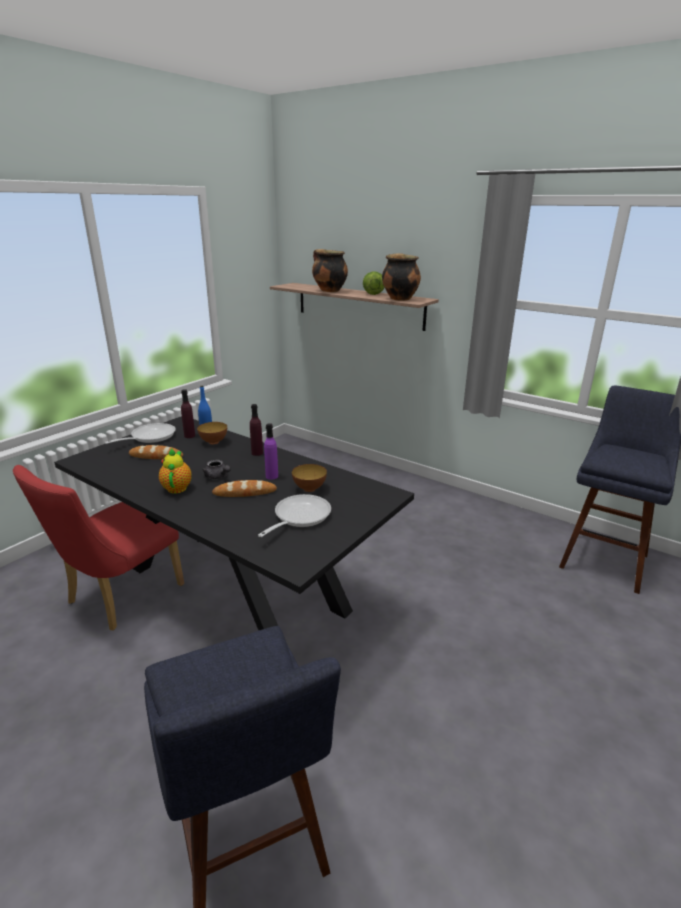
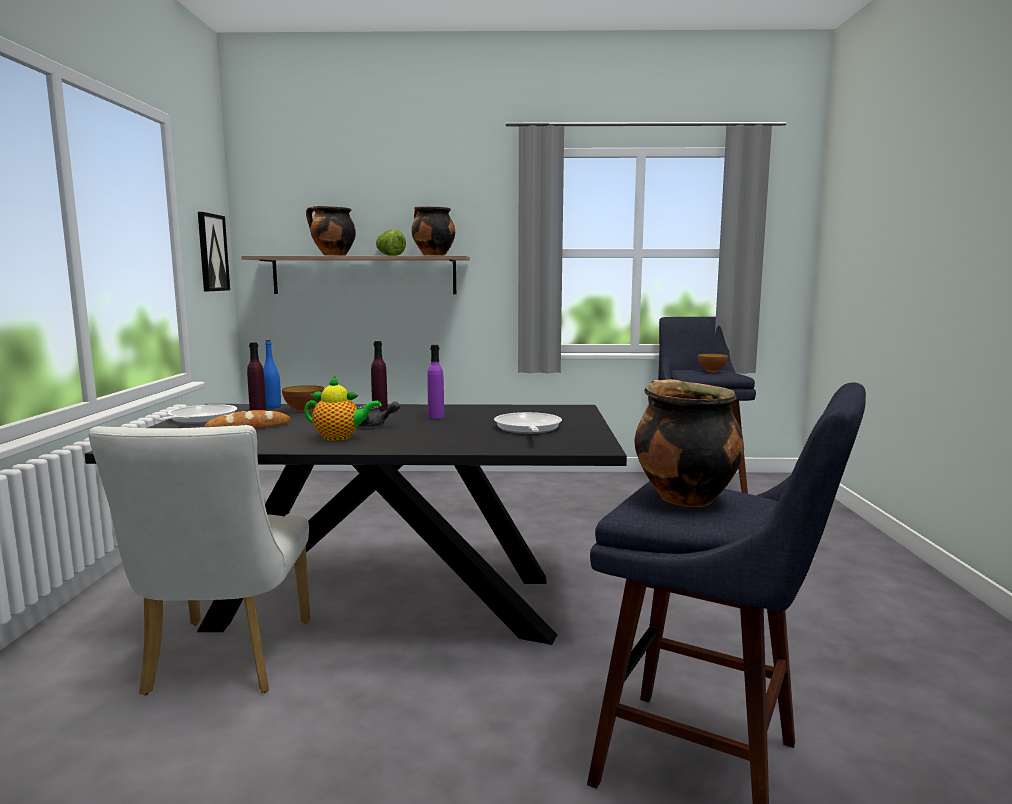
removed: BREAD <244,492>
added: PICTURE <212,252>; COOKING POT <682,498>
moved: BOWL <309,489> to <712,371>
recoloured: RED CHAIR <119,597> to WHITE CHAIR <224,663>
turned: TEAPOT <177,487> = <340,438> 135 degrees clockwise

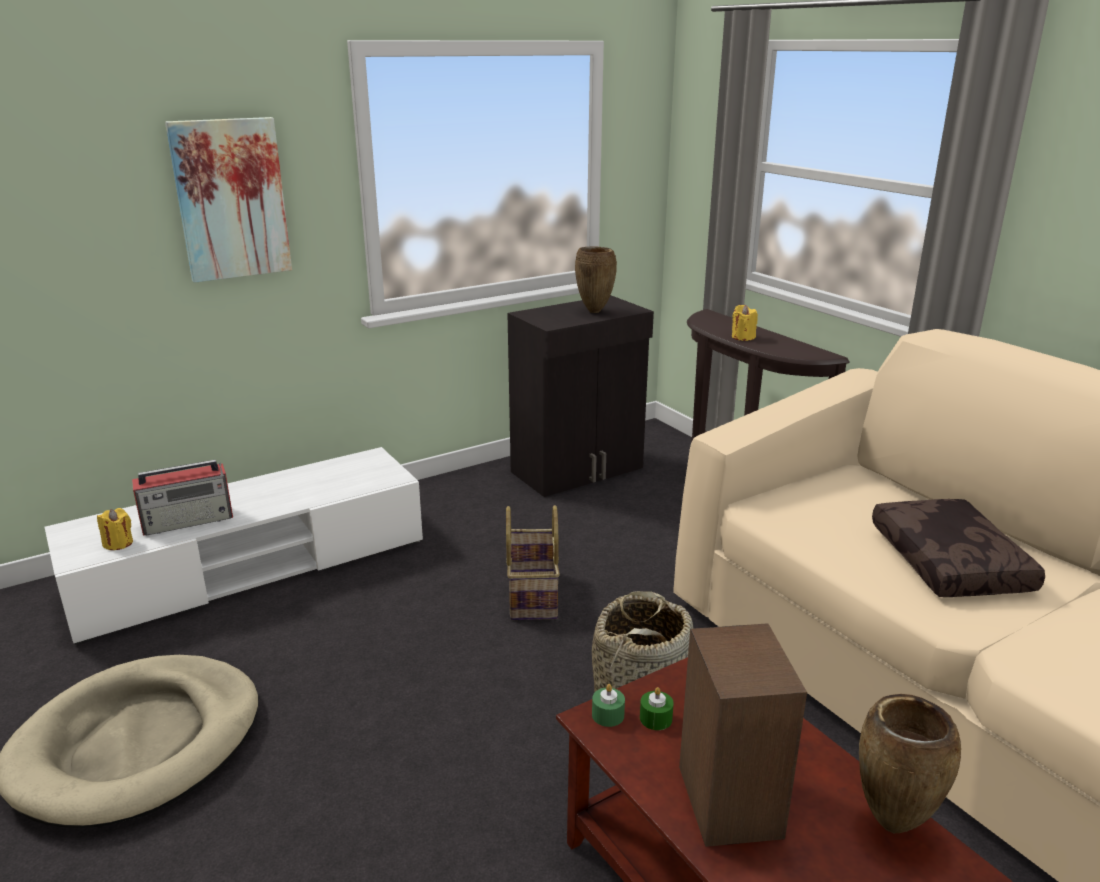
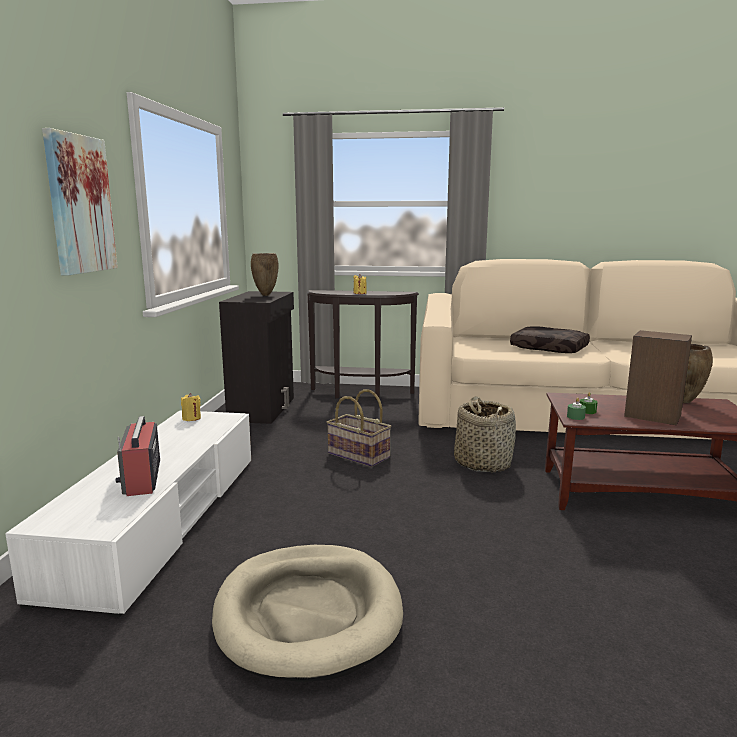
moved: YELLOW CANDLE <118,543> to <191,418>
turned: RADIO <189,520> = <142,478> 150 degrees clockwise

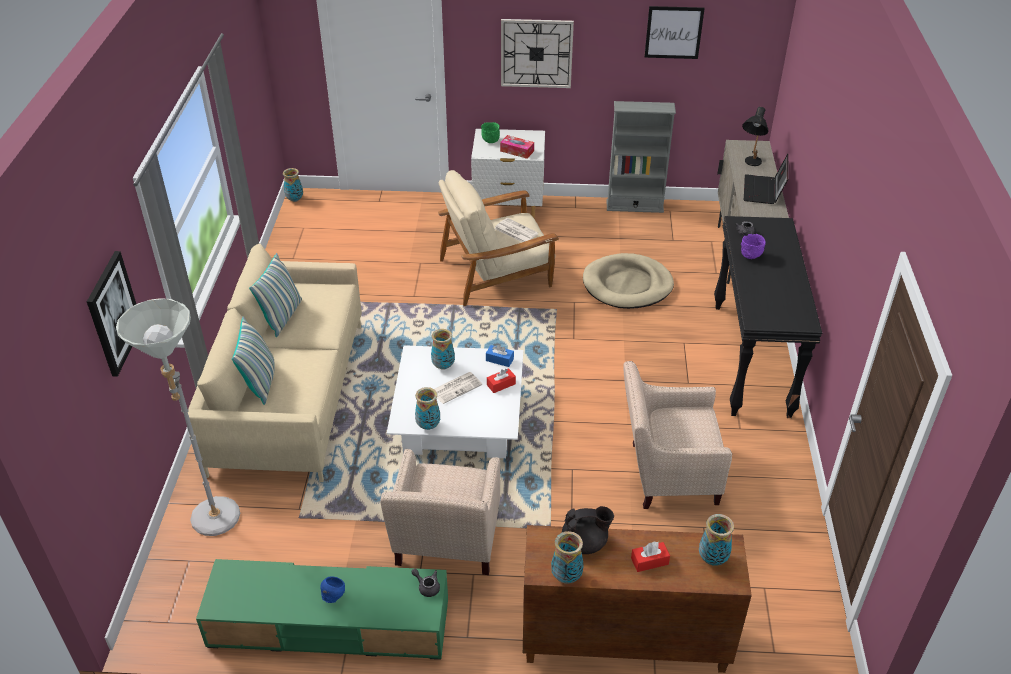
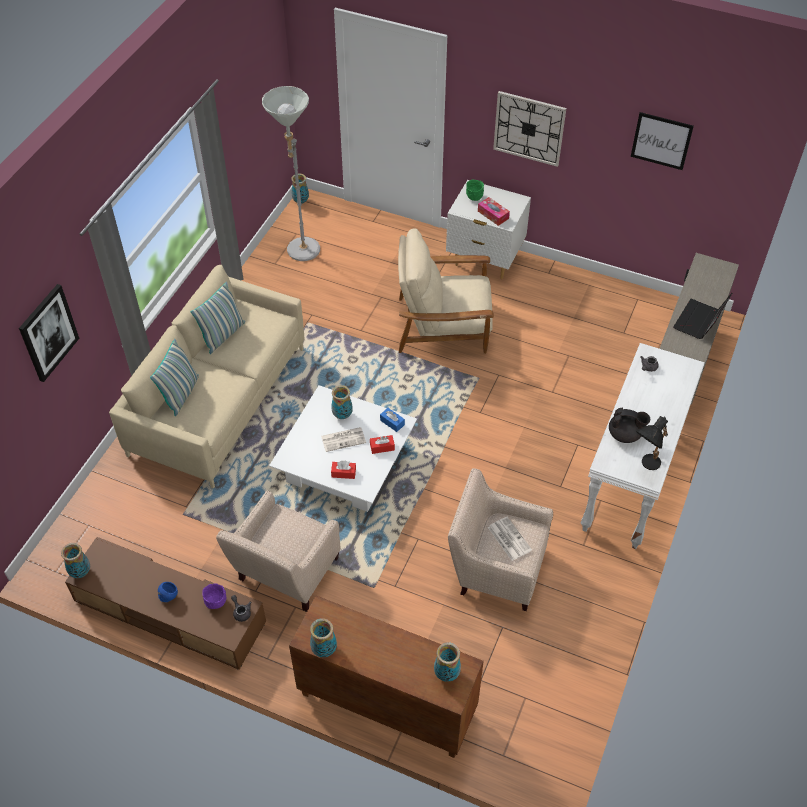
removed: BEIGE DOG BED <627,285>; GREY BOOKCASE <634,206>
moved: GREY FLOOR LAMP <214,525> to <301,255>; VASE <428,425> to <81,572>; NEWSPAPER <515,231> to <508,538>; BLACK TEAPOT <585,542> to <625,434>; RED TISSUE BOX <649,561> to <343,473>; PURPLE BOWL <751,256> to <216,603>; BLACK TABLE LAMP <750,164> to <645,466>
recoloured: GREEN TV STAND <329,623> to BROWN TV STAND <170,612>; BLACK CONSOLE TABLE <752,360> to WHITE CONSOLE TABLE <631,480>

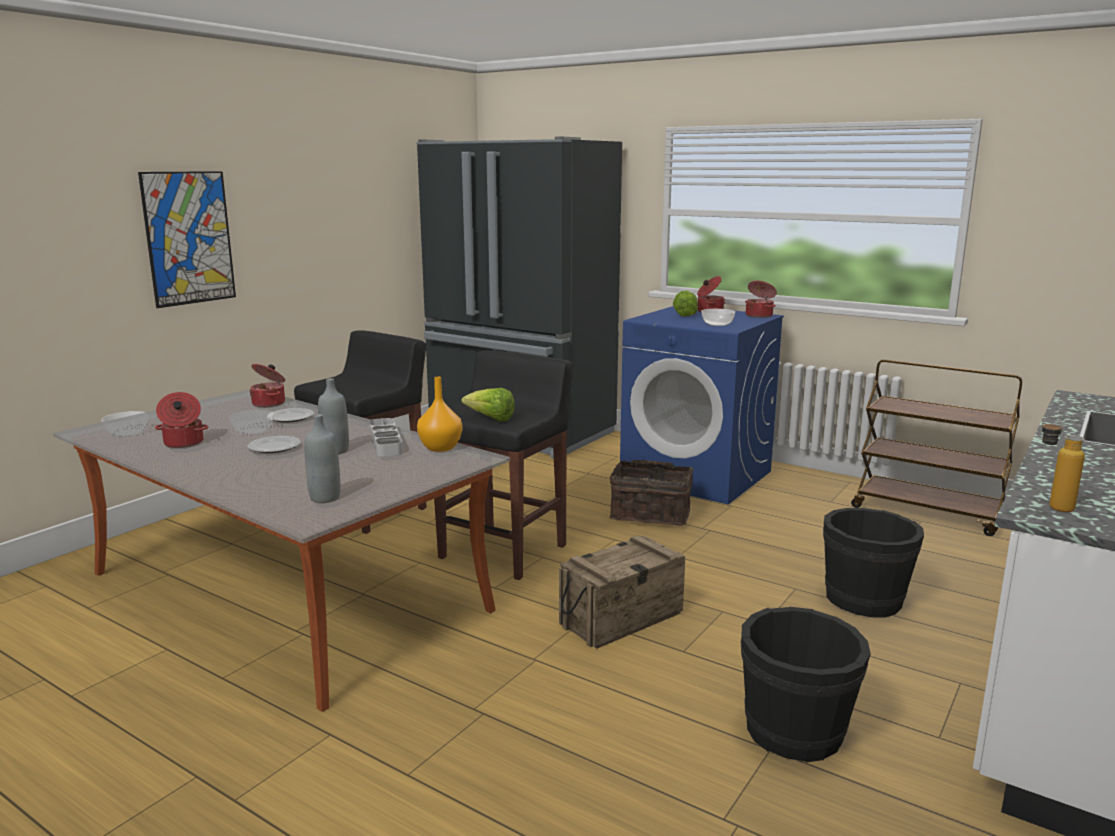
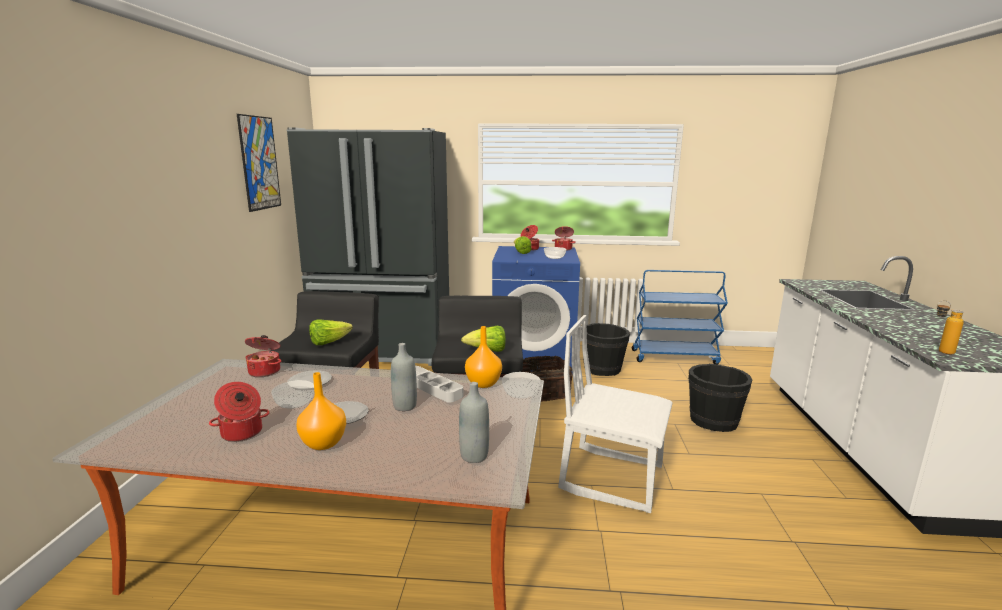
added: ORANGE VASE <323,443>; LETTUCE <329,342>
moved: BOWL <128,433> to <521,393>; PICTURE <189,238> to <259,163>; BLACK BUCKET <795,732> to <603,369>
replaced: CRATE <621,618> to WHITE CHAIR <612,477>
recoloured: BROWN CART <928,512> to BLUE CART <675,357>

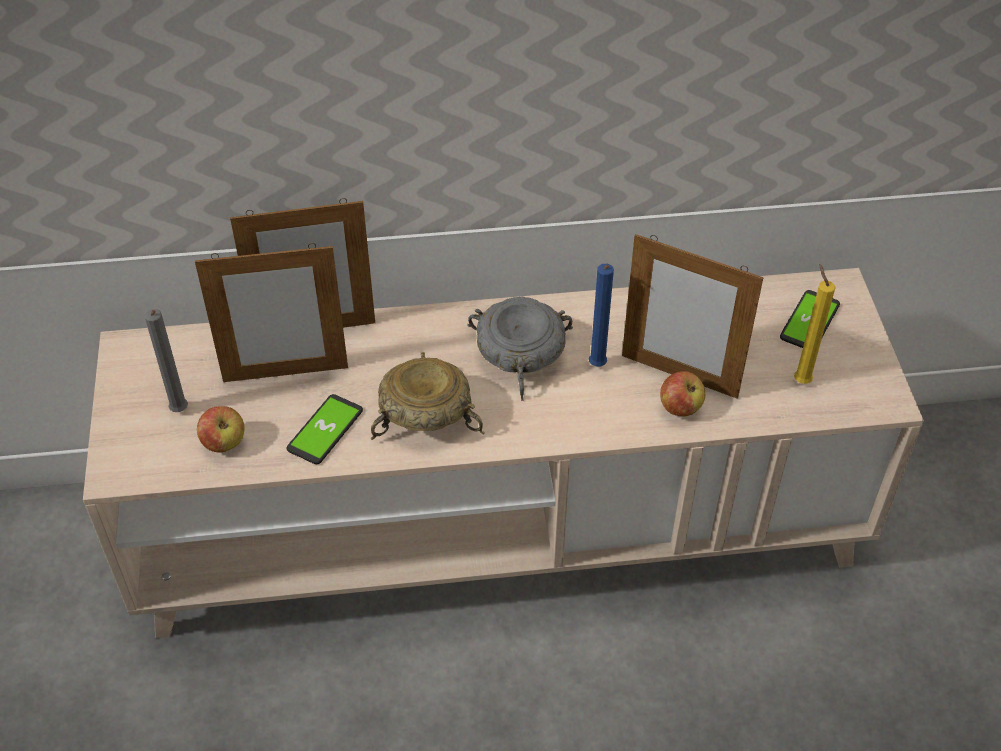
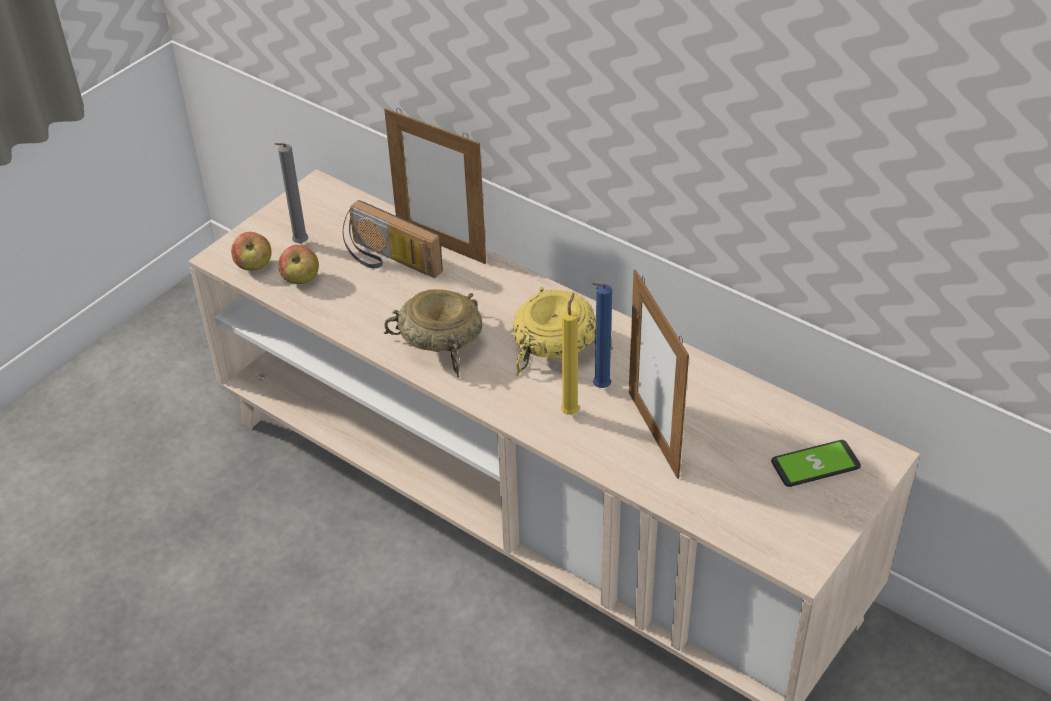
removed: PHONE <325,430>
moved: APPLE <680,407> to <254,266>; YELLOW CANDLE <800,379> to <571,411>
replaced: PICTURE FRAME <285,374> to RADIO <388,261>
recoloured: GREY BOWL <519,353> to YELLOW BOWL <556,344>

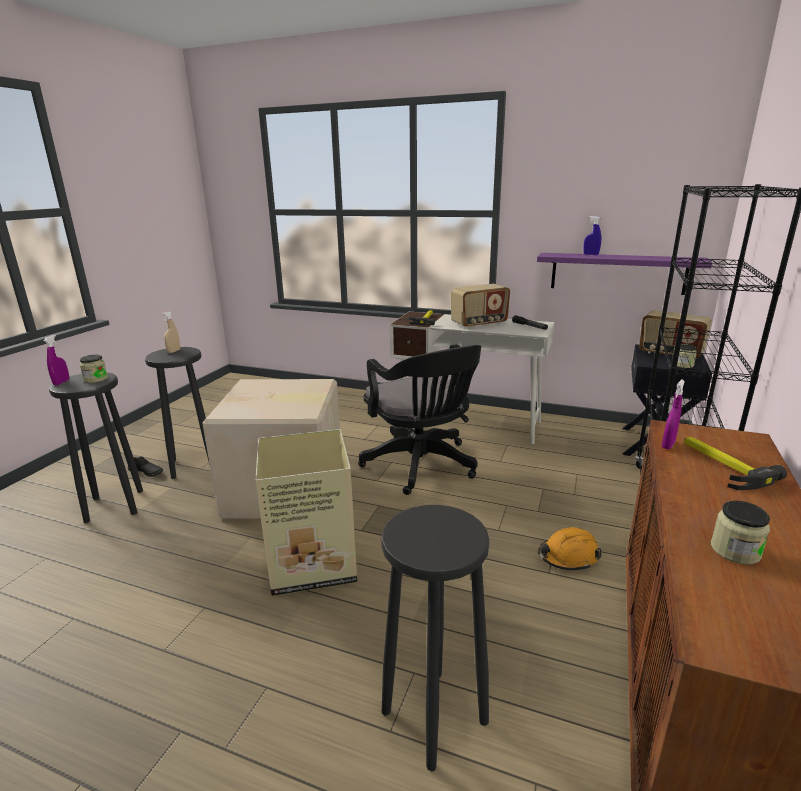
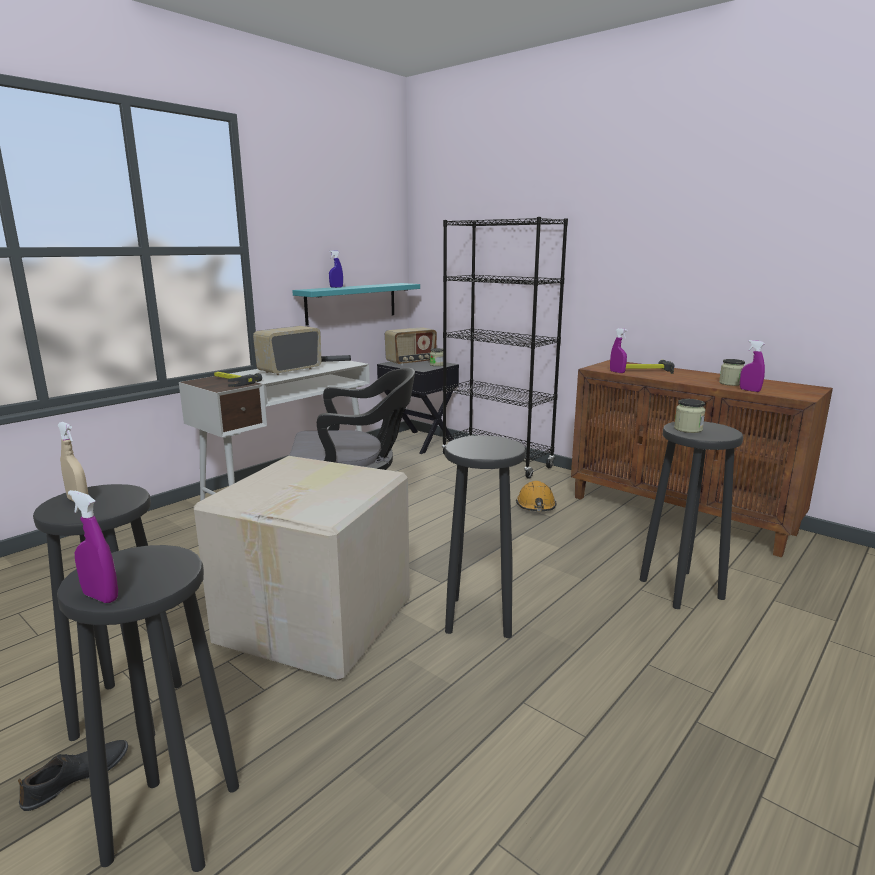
added: PURPLE SPRAY BOTTLE <749,390>
moved: JAR <96,379> to <688,429>
replaced: CARDBOARD BOX <314,562> to BLACK STOOL <481,617>
recoloured: PURPLE SHELF <617,273> to TURQUOISE SHELF <351,303>
turned: RADIO <479,324> = <289,370> 135 degrees counterclockwise

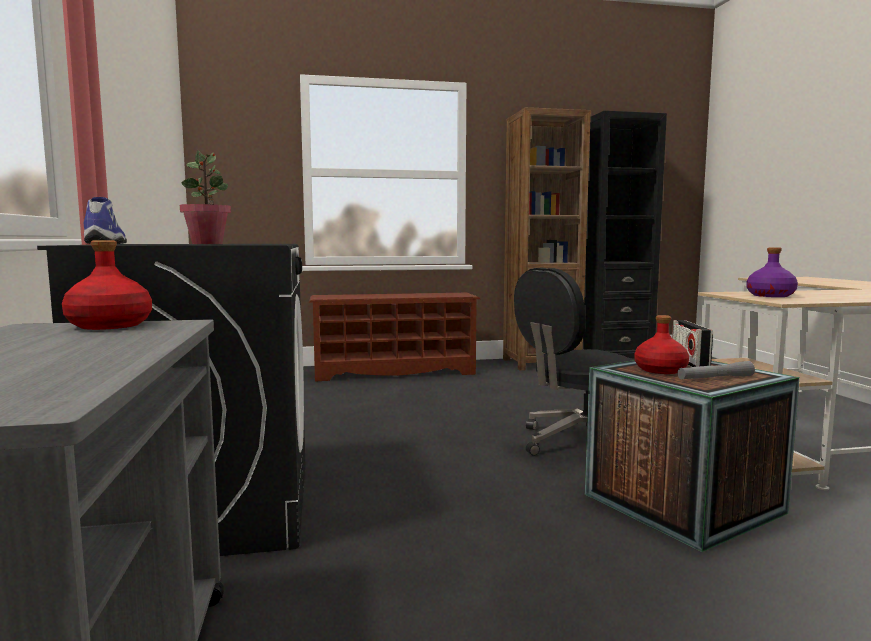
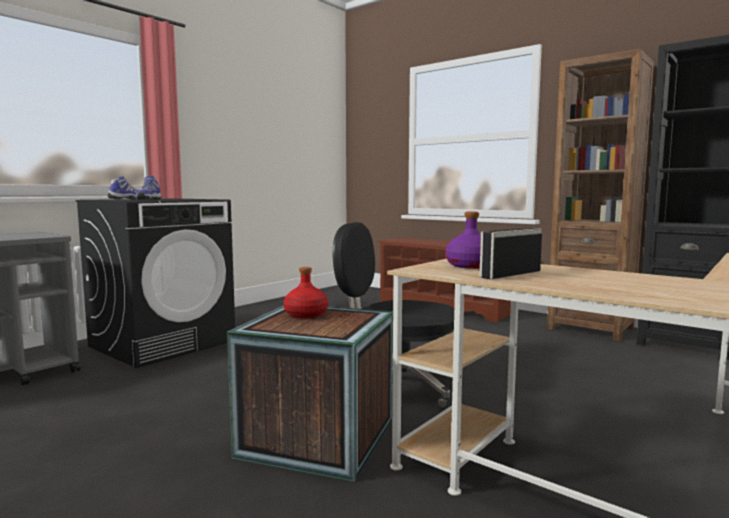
removed: RED BOTTLE <110,325>; GREY FLASHLIGHT <715,378>
moved: RADIO <689,362> to <510,274>
replaced: POTTED PLANT <207,244> to SHOE <148,199>

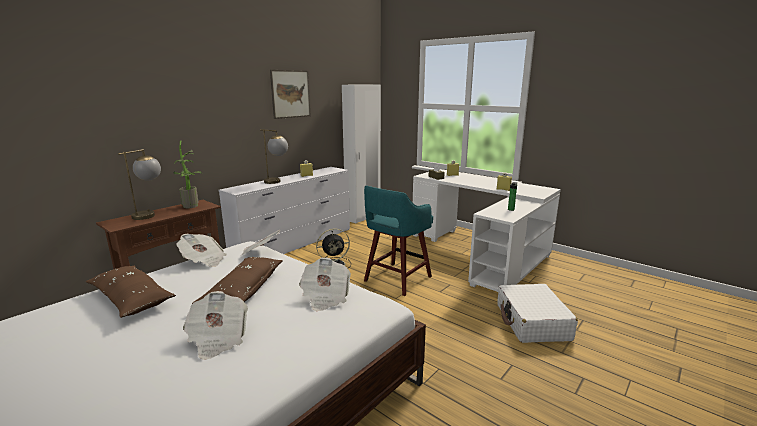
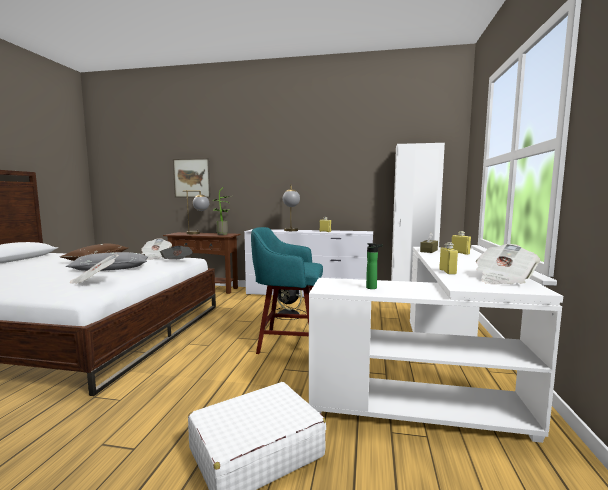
moved: NEWSPAPER <218,338> to <503,279>; PICTURE <290,94> to <191,178>
recoloured: BROWN PILLOW <243,290> to GREY PILLOW <111,269>

